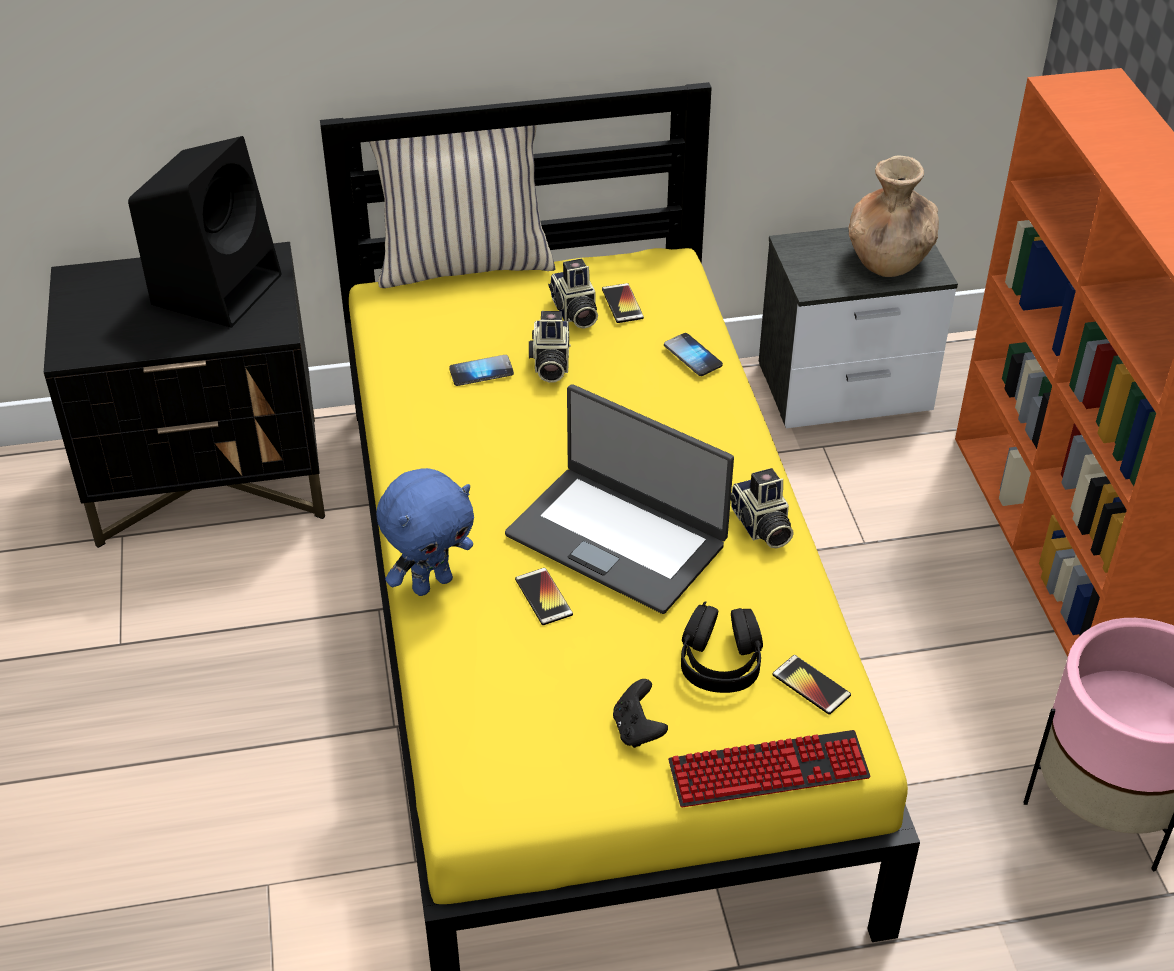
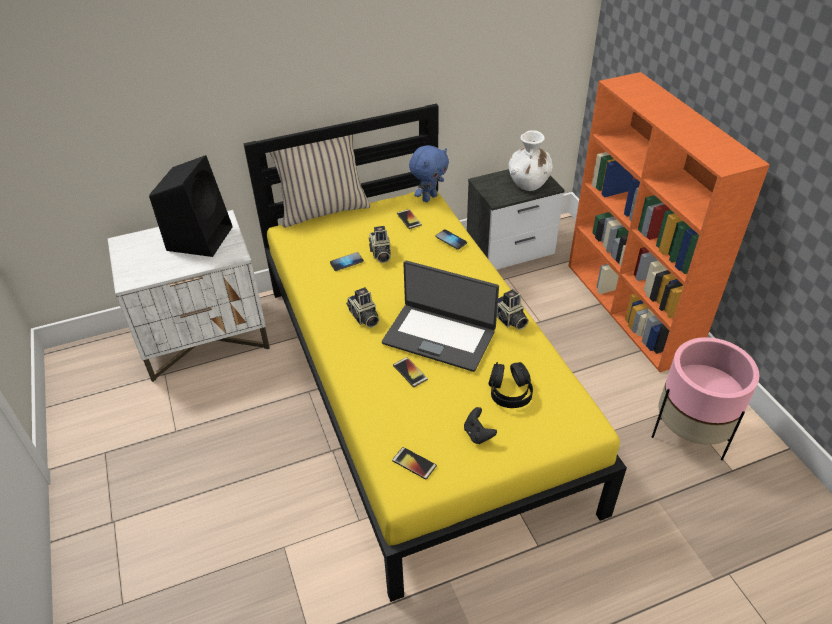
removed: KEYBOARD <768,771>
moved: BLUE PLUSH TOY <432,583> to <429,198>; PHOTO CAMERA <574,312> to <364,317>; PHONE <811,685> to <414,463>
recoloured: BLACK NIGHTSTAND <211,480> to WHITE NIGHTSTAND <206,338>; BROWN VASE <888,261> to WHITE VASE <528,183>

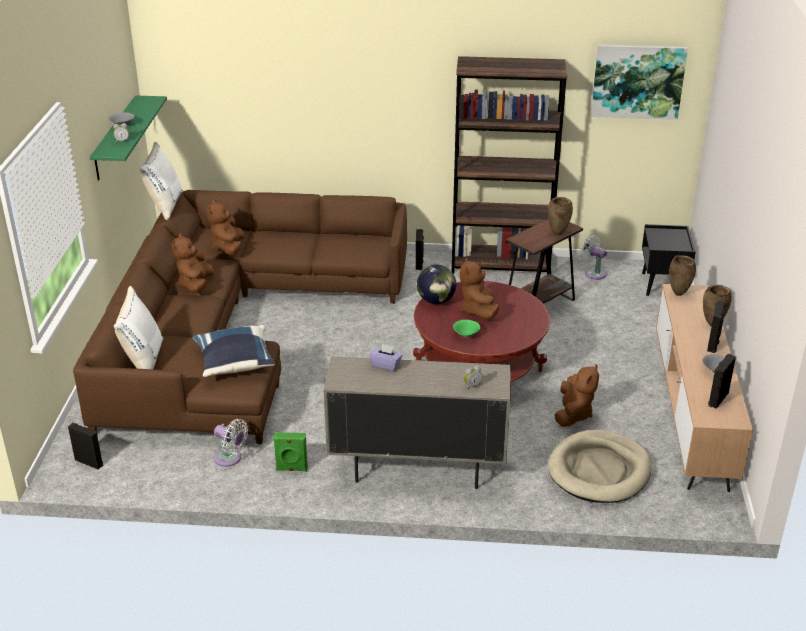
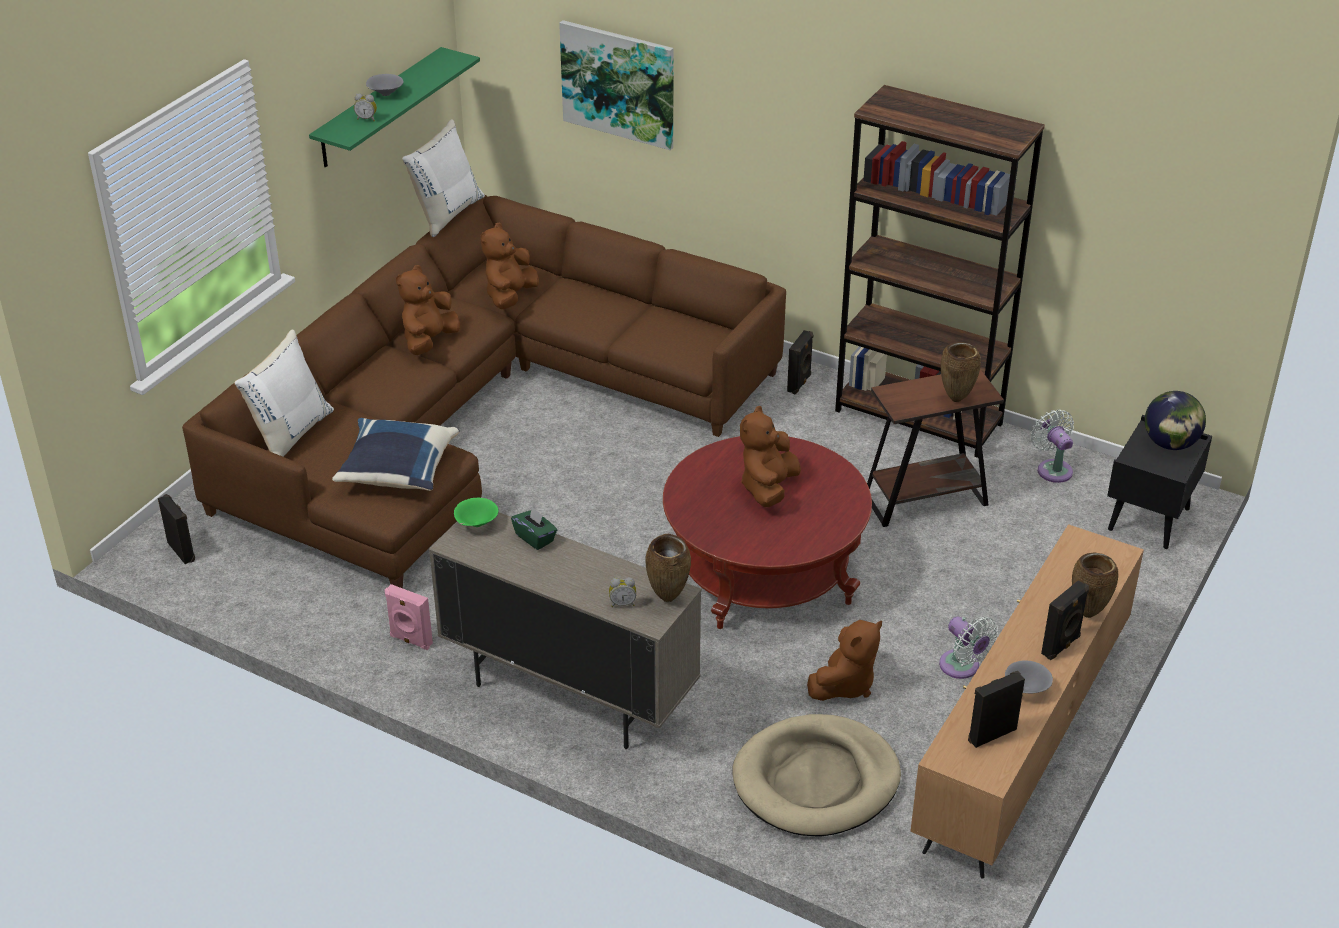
moved: WHITE FAN <230,459> to <962,667>; GLOBE <436,301> to <1170,444>; GREEN BOWL <466,336> to <476,524>; PICTURE <638,81> to <618,83>; BROWN VASE <679,294> to <669,598>
recoloured: GREEN SPEAKER <291,469> to PINK SPEAKER <410,640>; PURPLE TISSUE BOX <386,365> to GREEN TISSUE BOX <535,538>

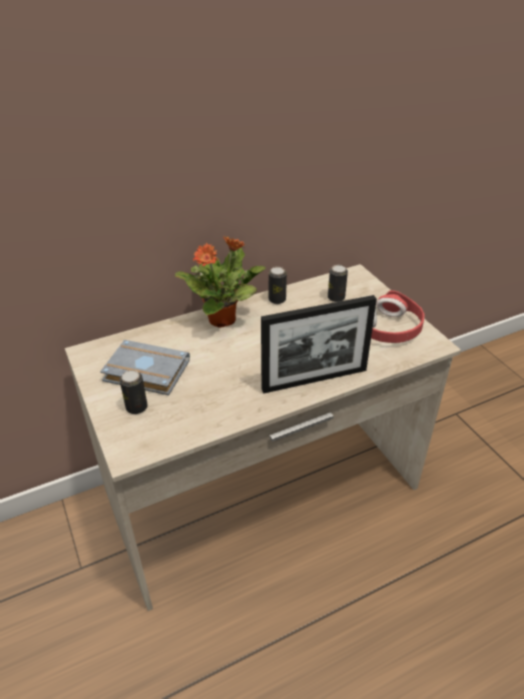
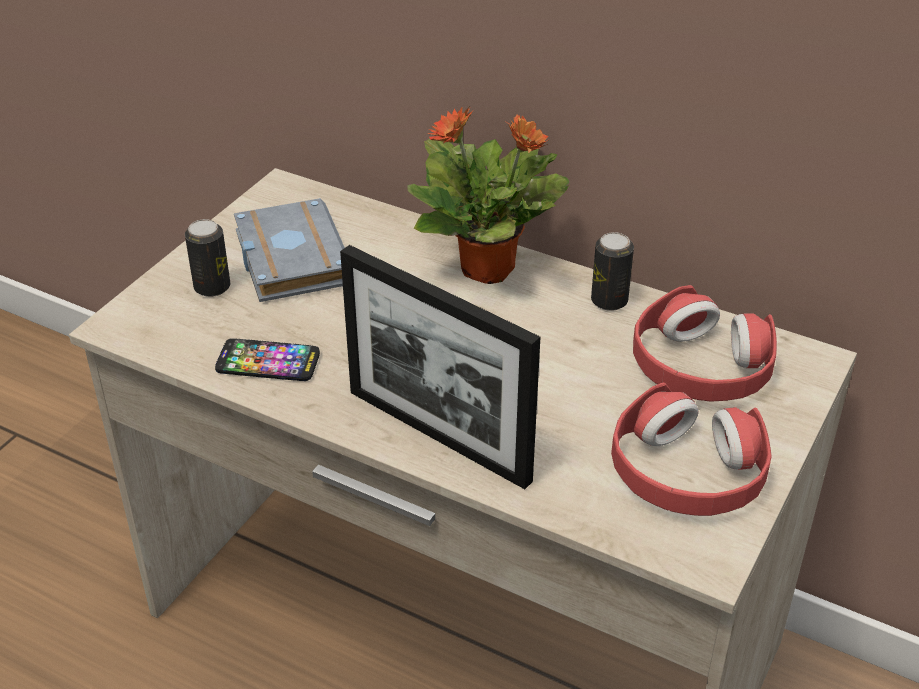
added: PHONE <268,362>
replaced: CAN <336,297> to RED HEADPHONES <700,366>

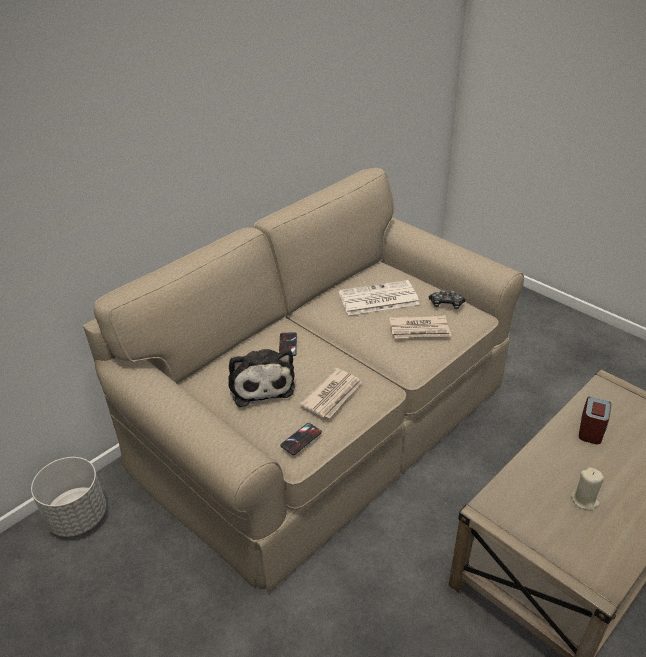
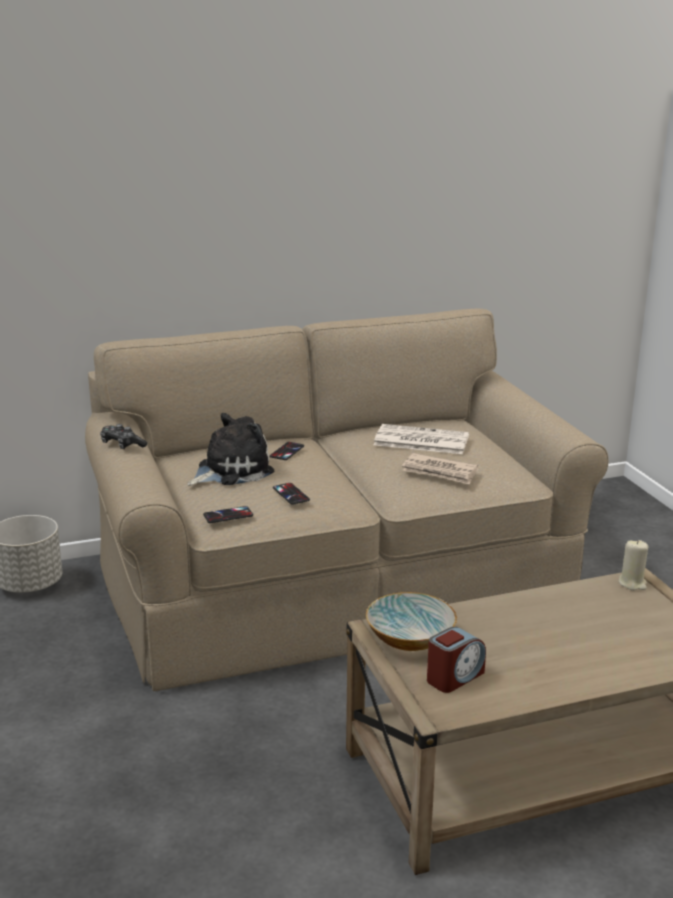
added: BOWL <411,639>
moved: GAME CONTROLLER <446,304> to <122,445>; BEIGE CANDLE <584,500> to <632,583>; ALARM CLOCK <591,429> to <454,677>
replaced: NEWSPAPER <332,395> to PHONE <291,494>
turned: PLUSH TOY <260,383> = <231,470> 135 degrees counterclockwise

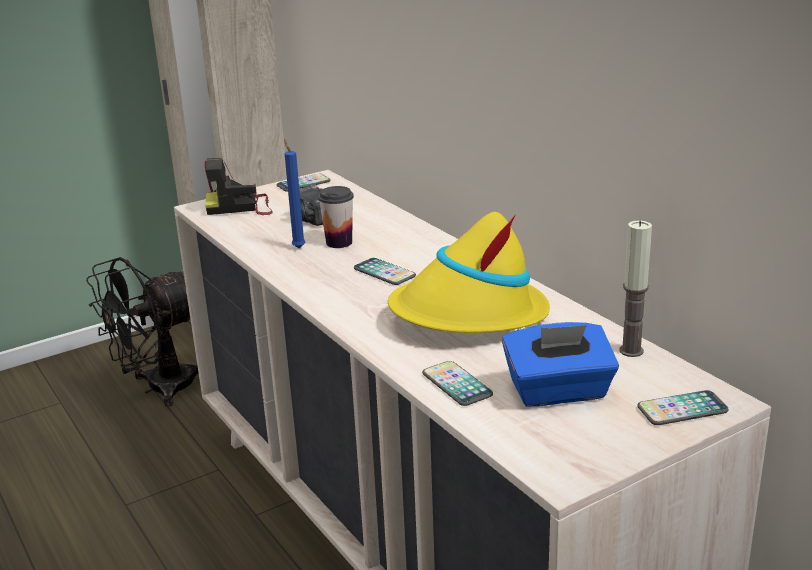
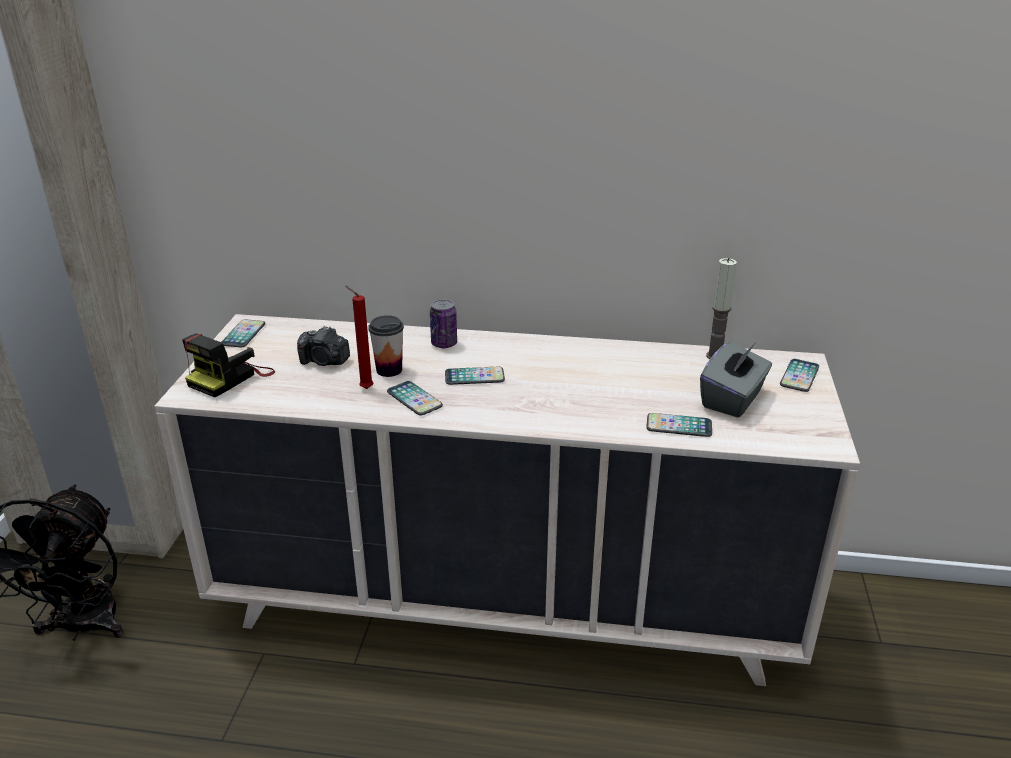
removed: YELLOW HAT <469,315>
added: PHONE <414,399>; CAN <444,344>
recoloured: BLUE CANDLE <298,247> to RED CANDLE <364,388>; BLUE TISSUE BOX <558,392> to GREY TISSUE BOX <732,399>

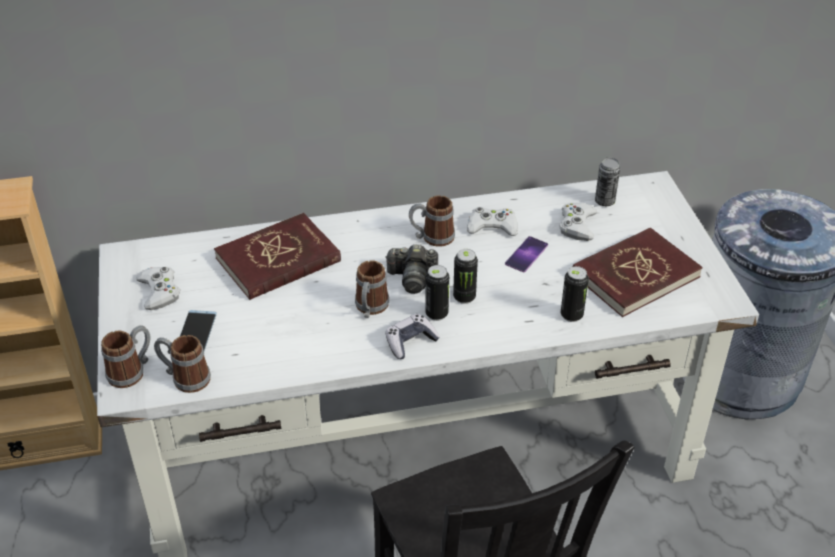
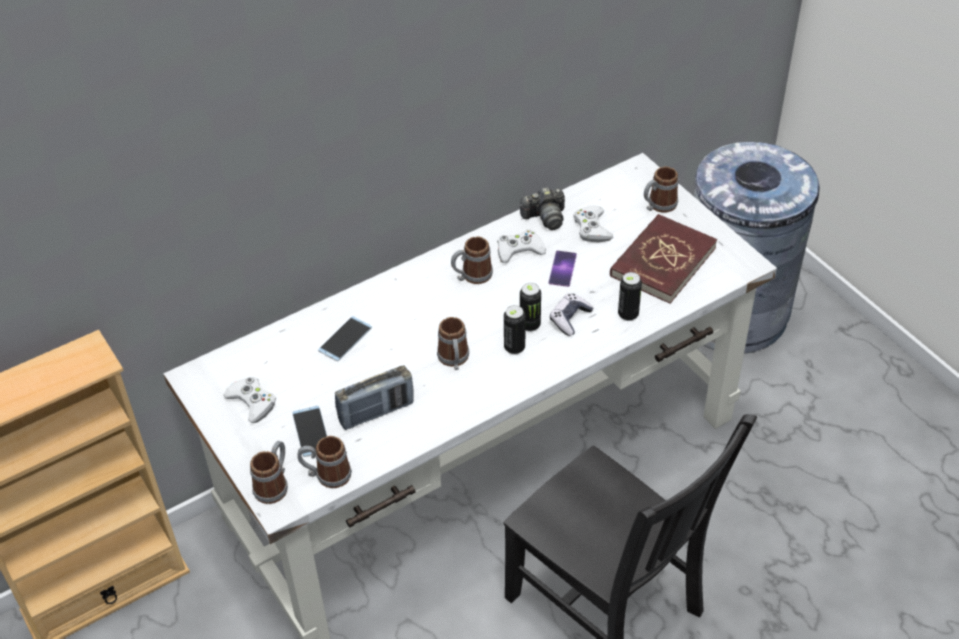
removed: CAN <604,201>
added: RADIO <376,412>; MUG <658,206>
moved: PHOTO CAMERA <412,278> to <545,218>; GAME CONTROLLER <410,342> to <570,319>
replaced: RED BOOK <278,260> to PHONE <345,339>

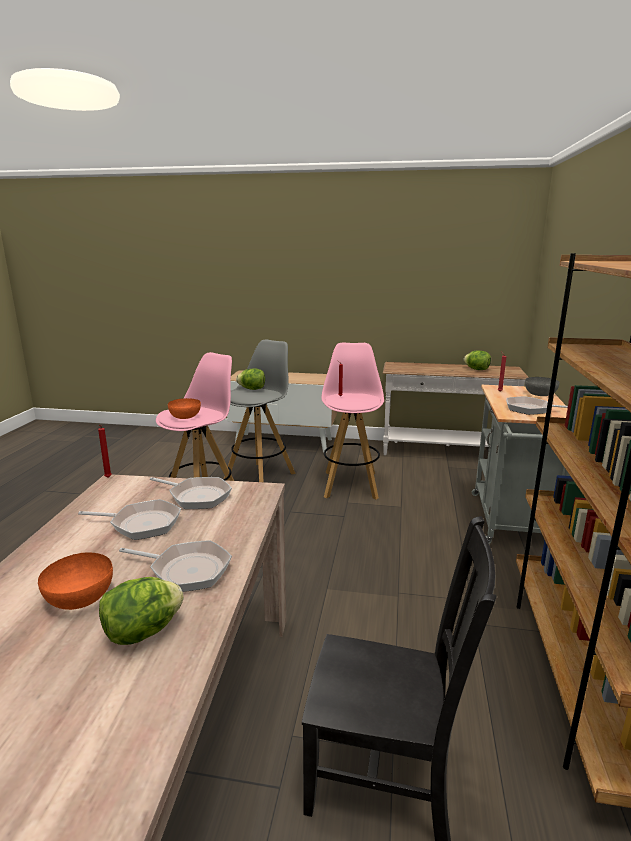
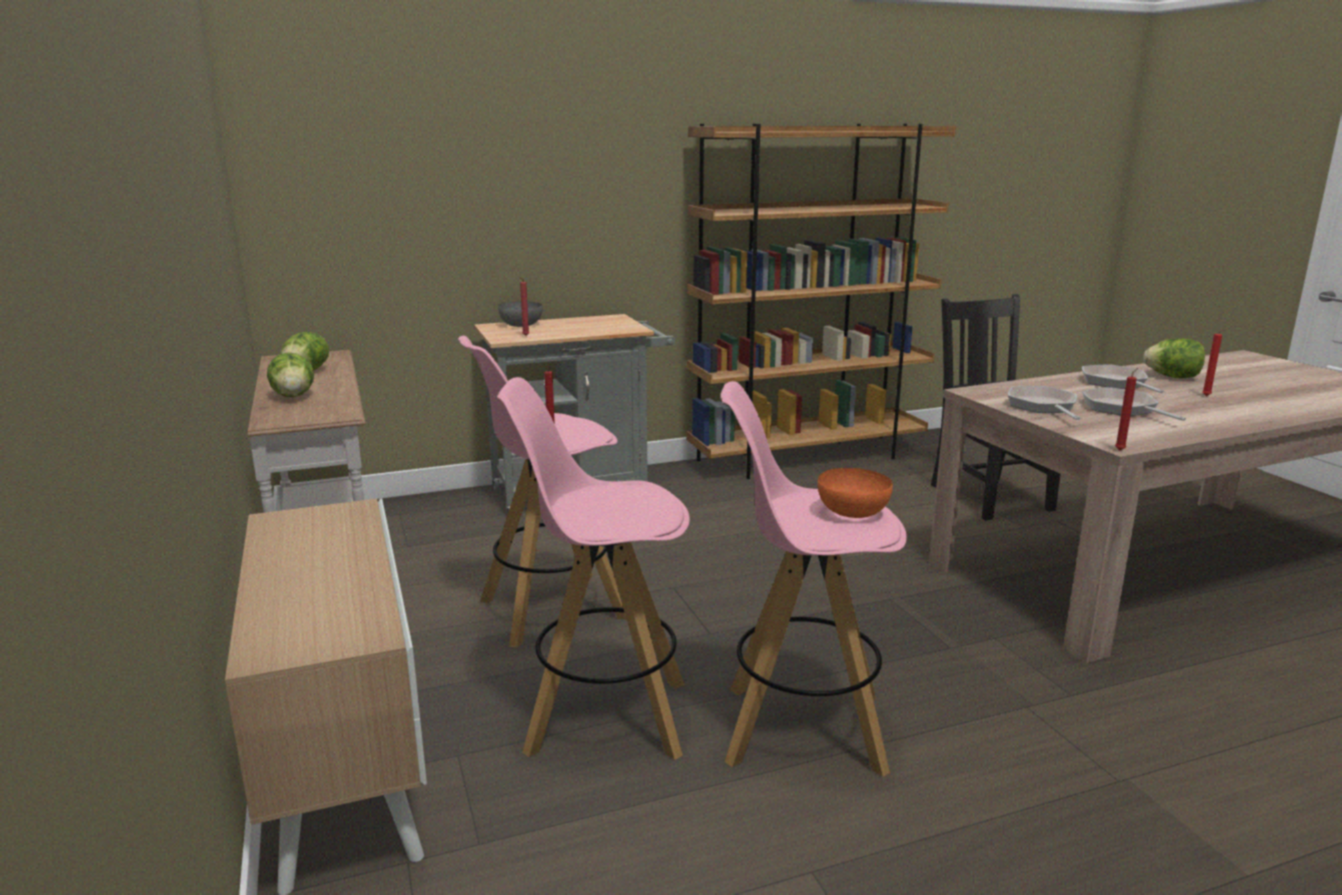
removed: FRYING PAN <530,409>
moved: LETTUCE <252,389> to <293,396>
replaced: ORANGE BOWL <79,597> to RED CANDLE <1208,396>
recoloured: GREY STOOL <260,477> to PINK STOOL <604,716>

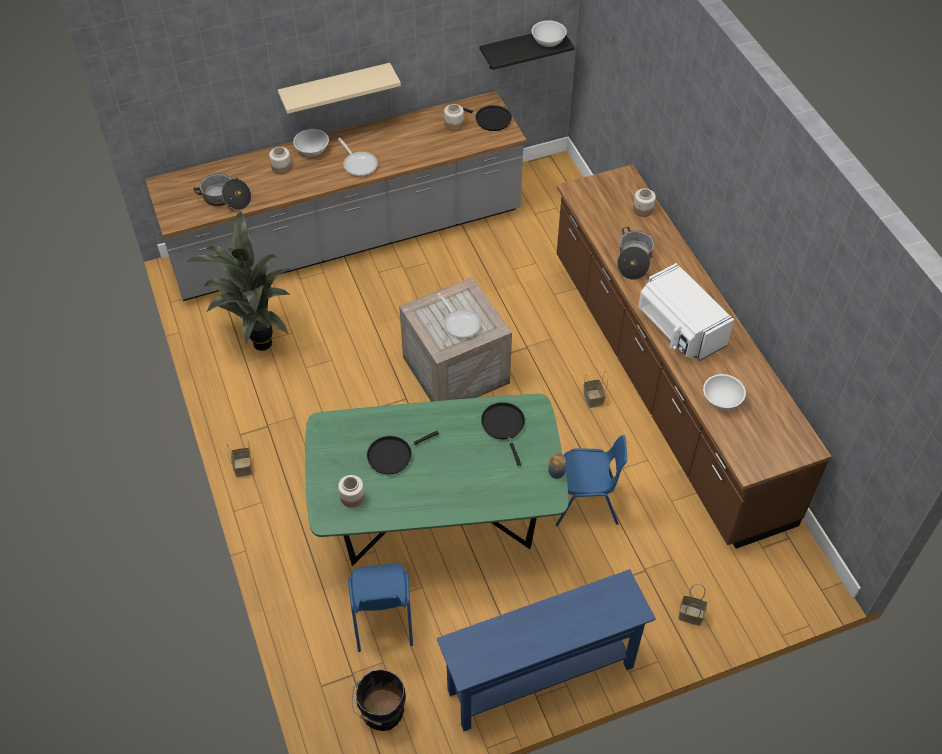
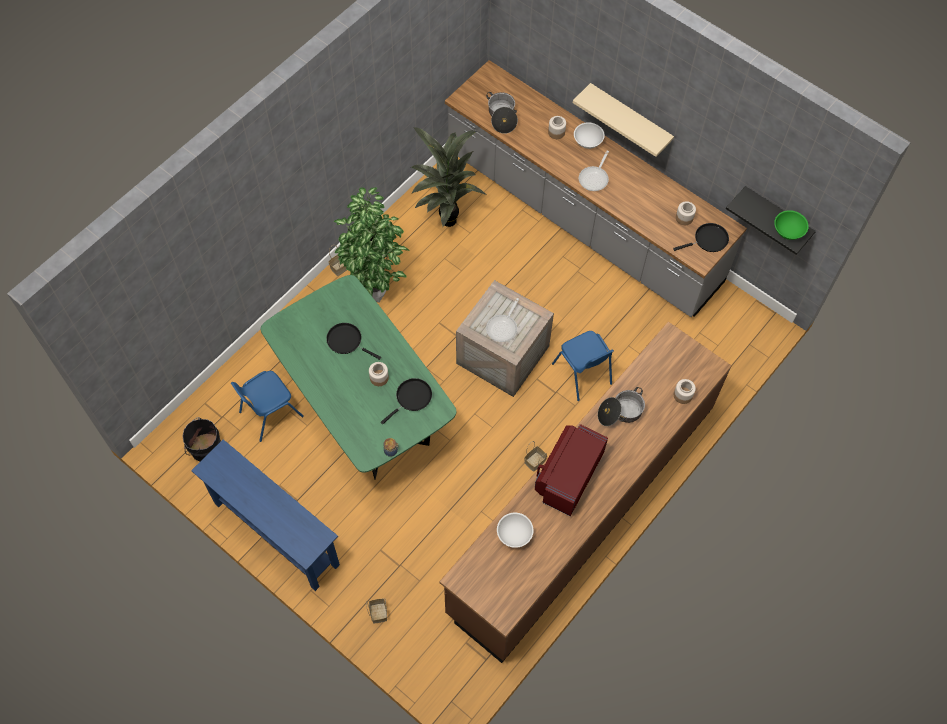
added: POTTED PLANT <377,292>
moved: JAR <352,497> to <379,378>; BLUE CHAIR <586,503> to <582,374>
recoloured: WHITE BOWL <548,42> to GREEN BOWL <788,231>; WHITE MICROWAVE <679,329> to RED MICROWAVE <568,475>
turned: BLACK FRYING PAN <490,119> = <708,240> 105 degrees counterclockwise

